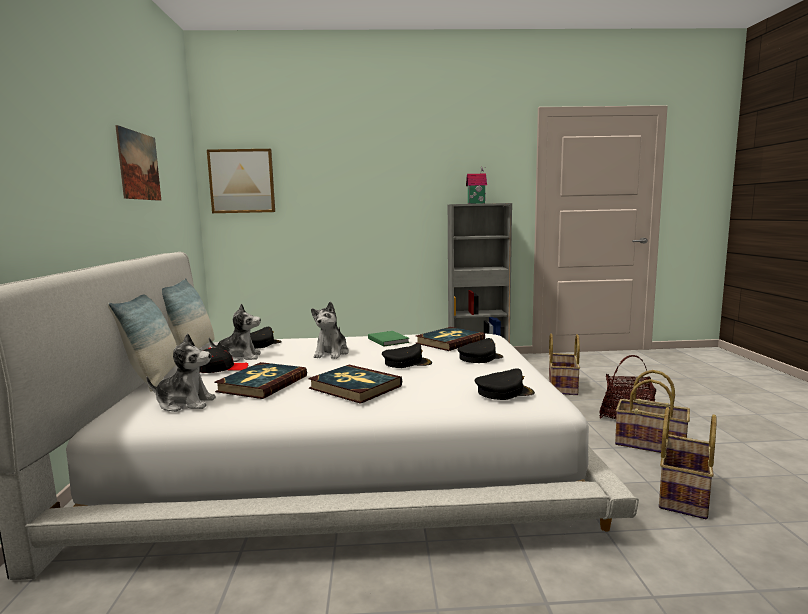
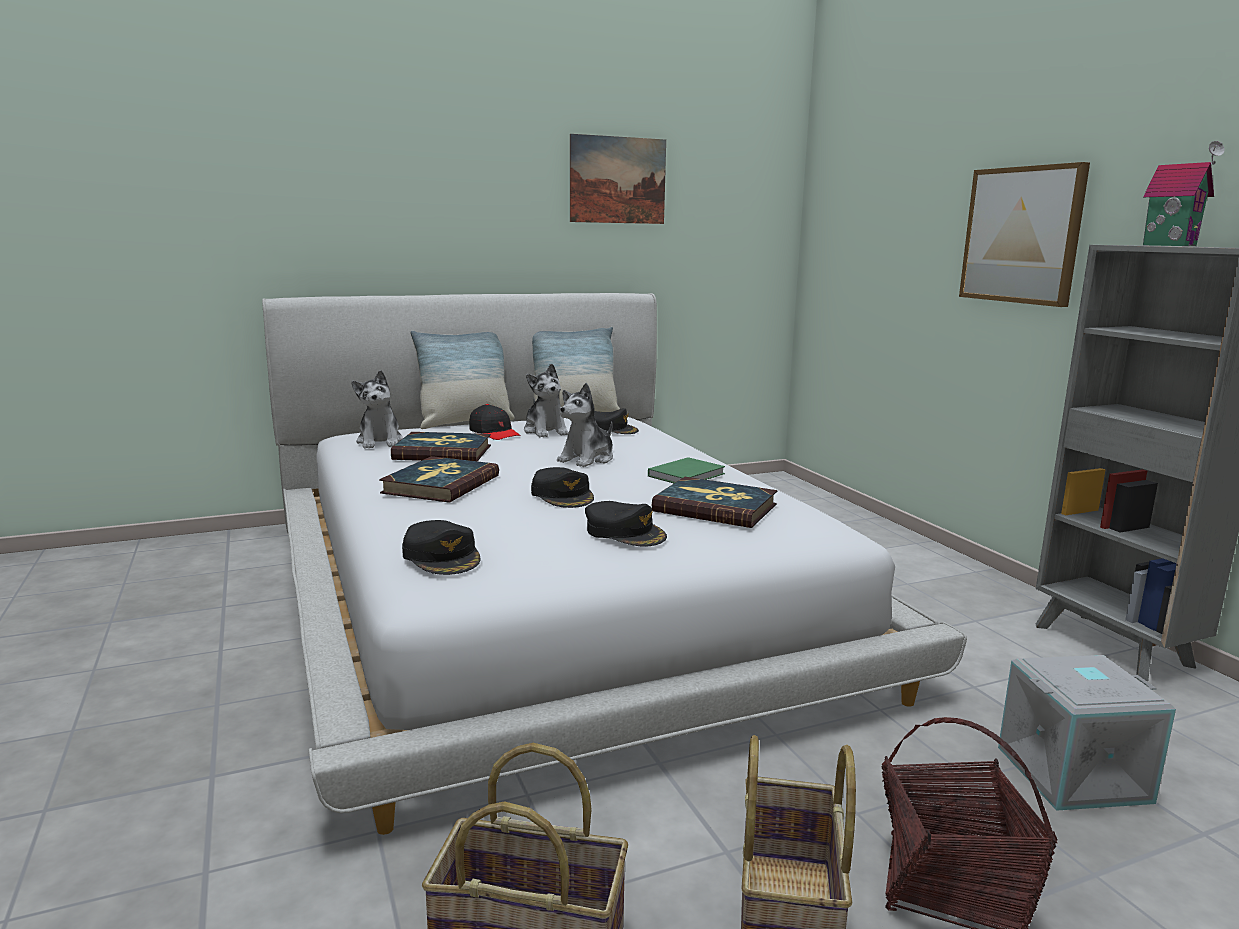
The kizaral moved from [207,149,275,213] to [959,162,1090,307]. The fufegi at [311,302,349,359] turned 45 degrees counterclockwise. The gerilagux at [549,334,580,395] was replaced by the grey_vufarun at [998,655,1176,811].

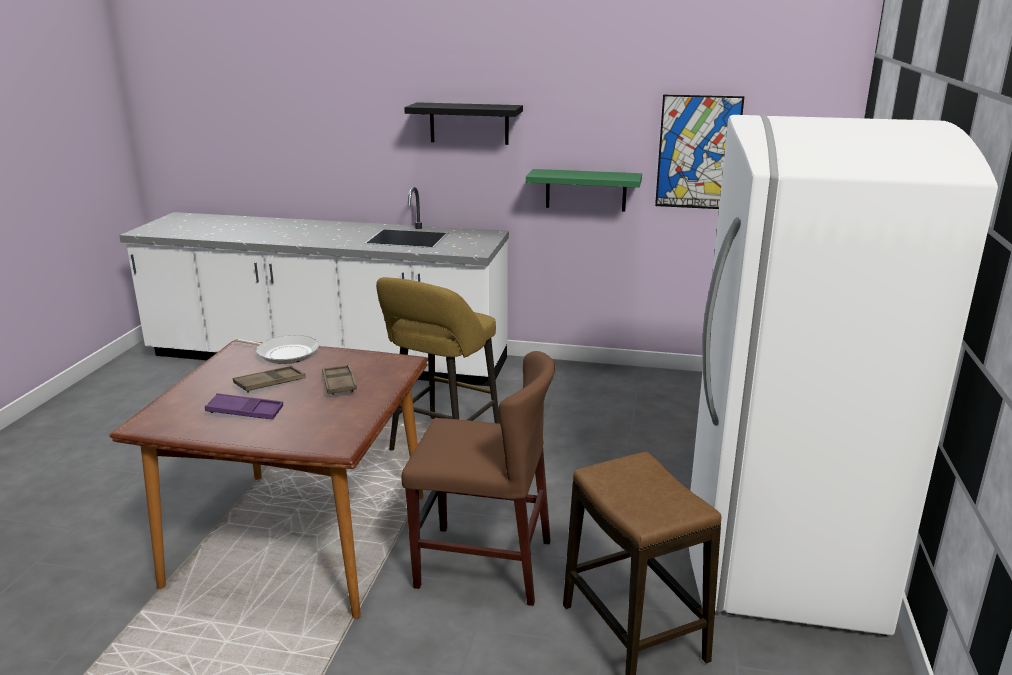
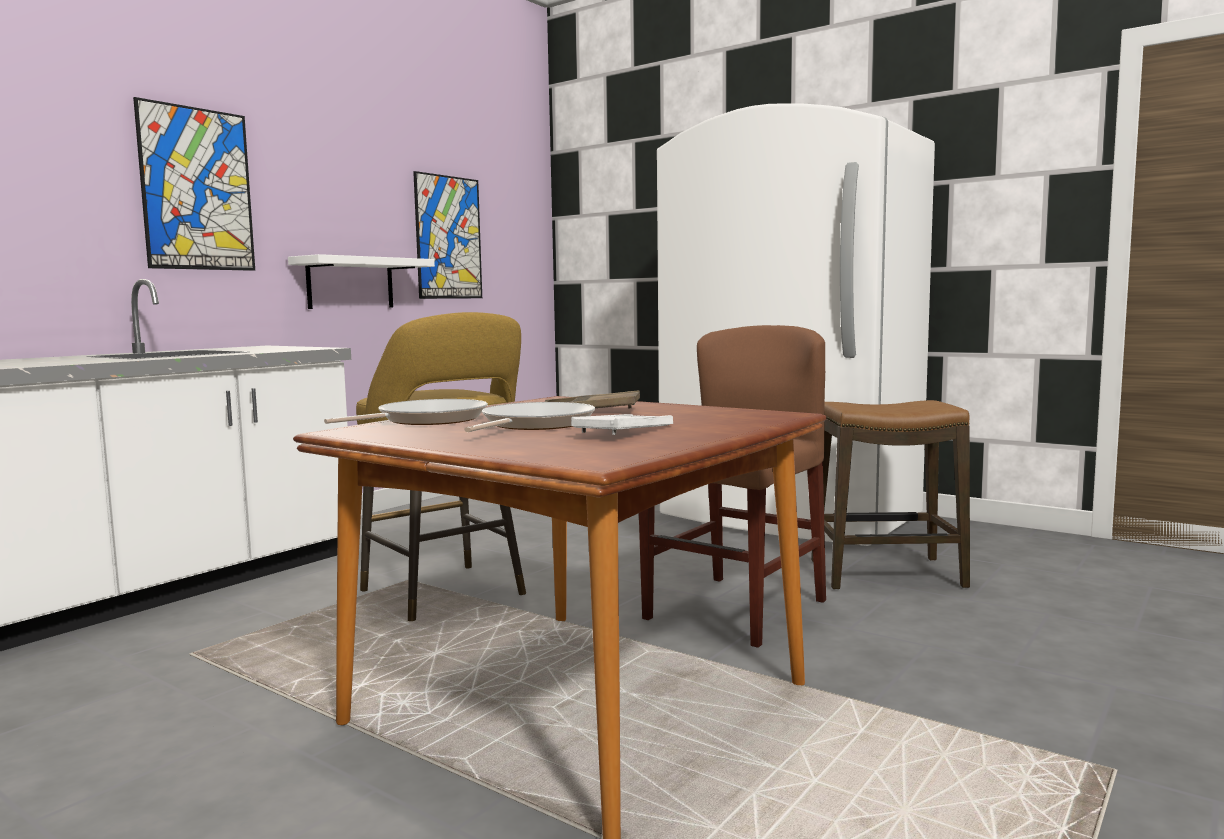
The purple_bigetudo at [205,393,283,420] became the white_bigetudo at [571,414,673,435]. The brown_bigetudo at [233,366,306,393] was replaced by the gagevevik at [464,402,595,432]. The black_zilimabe at [404,102,523,145] was replaced by the kizaral at [133,97,255,271]. The green_zilimabe at [526,169,642,211] became the white_zilimabe at [288,254,435,309].

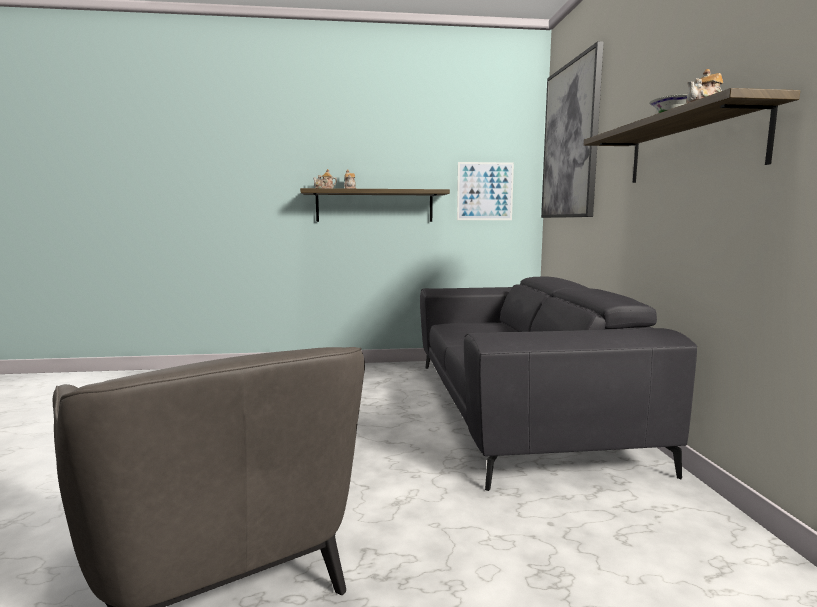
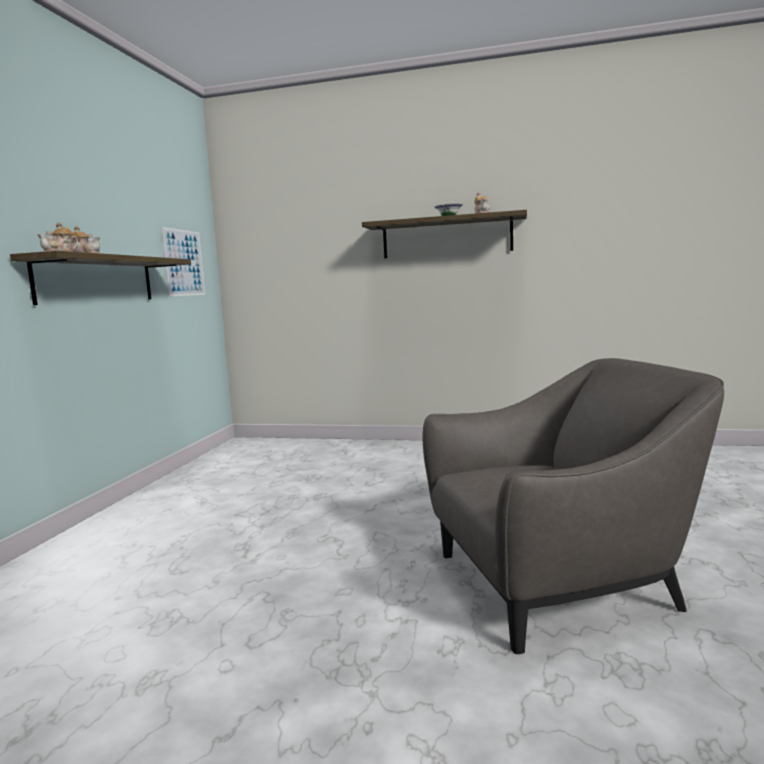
The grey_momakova at [420,276,697,491] disappeared. The kizaral at [541,41,604,218] disappeared.

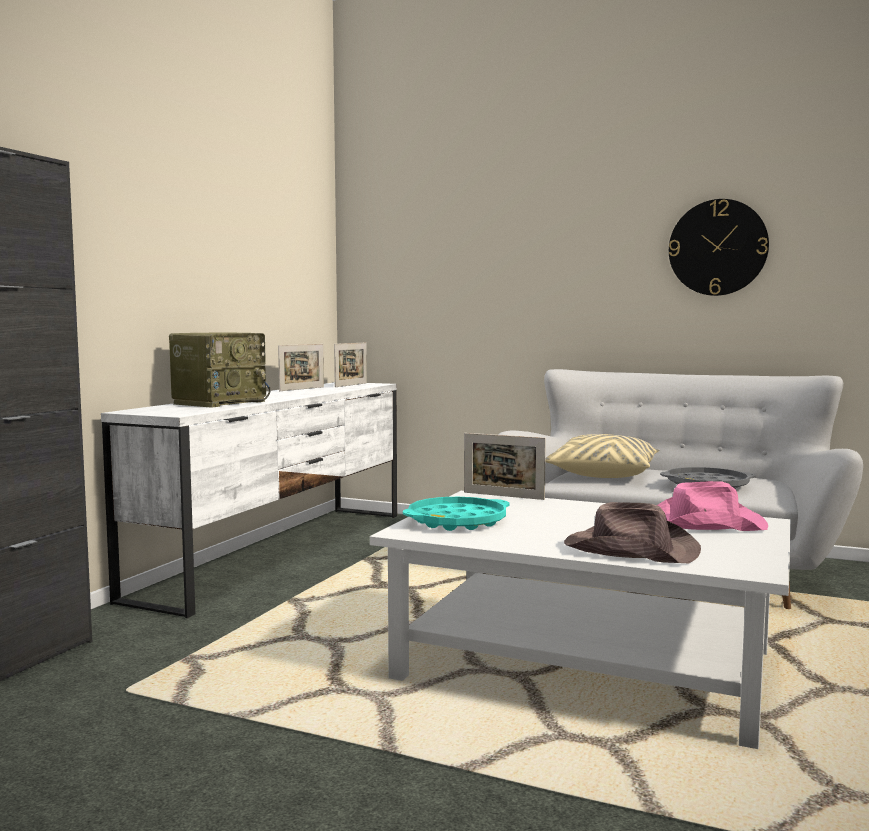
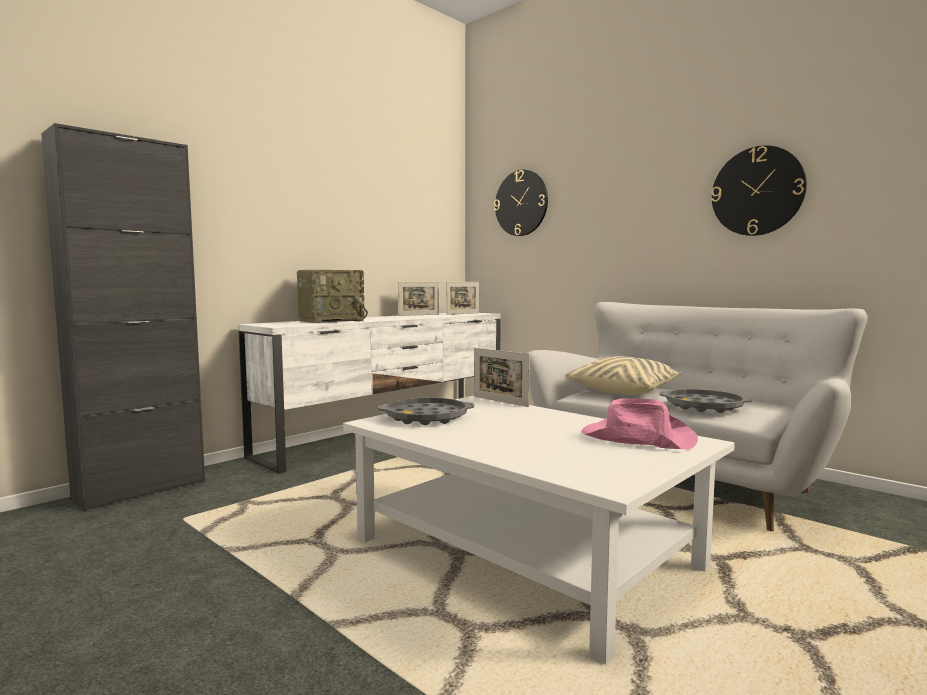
The turquoise_bigetudo at [403,497,510,531] became the grey_bigetudo at [378,398,474,425]. The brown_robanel at [564,502,701,563] disappeared. The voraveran at [494,170,548,236] appeared.

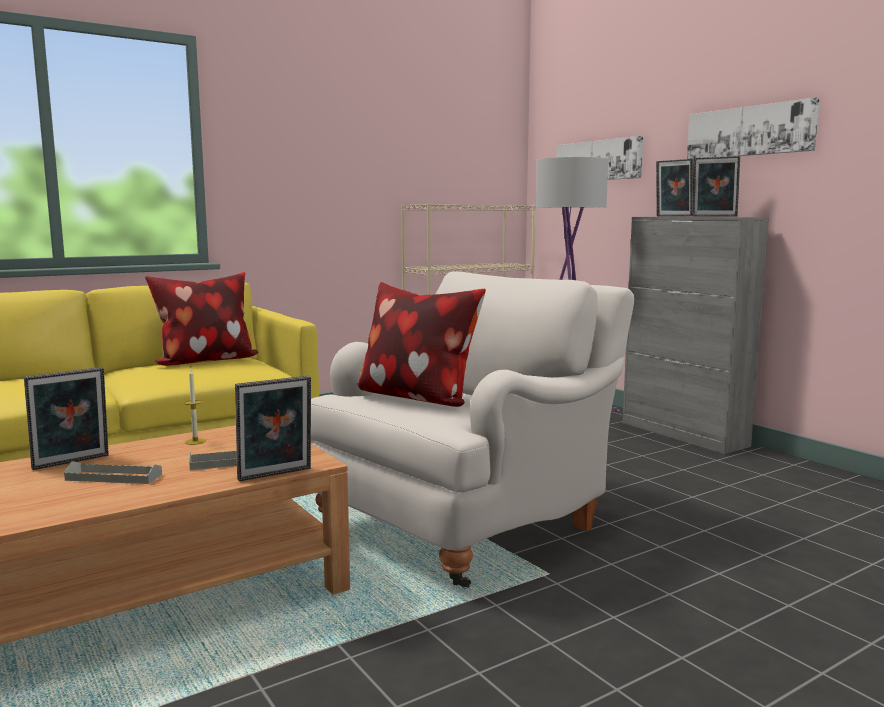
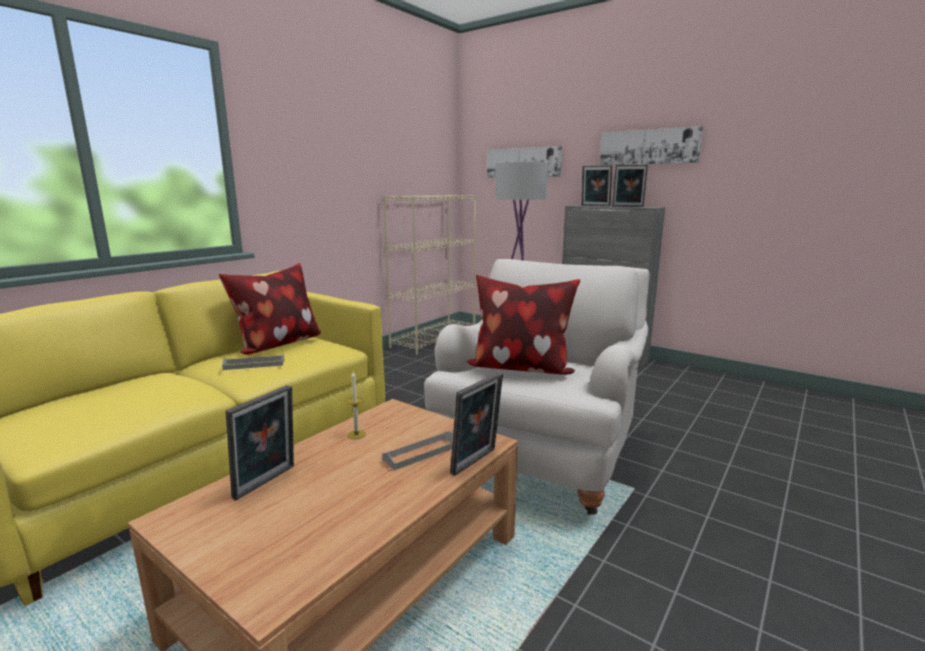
The grey_bigetudo moved from [64,461,162,484] to [222,354,284,370].

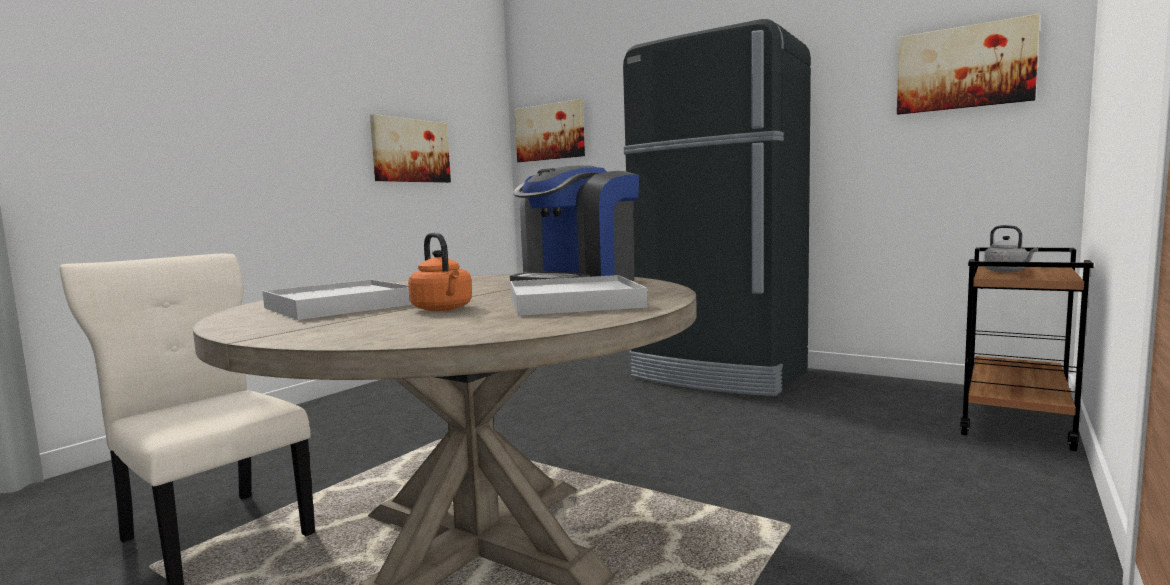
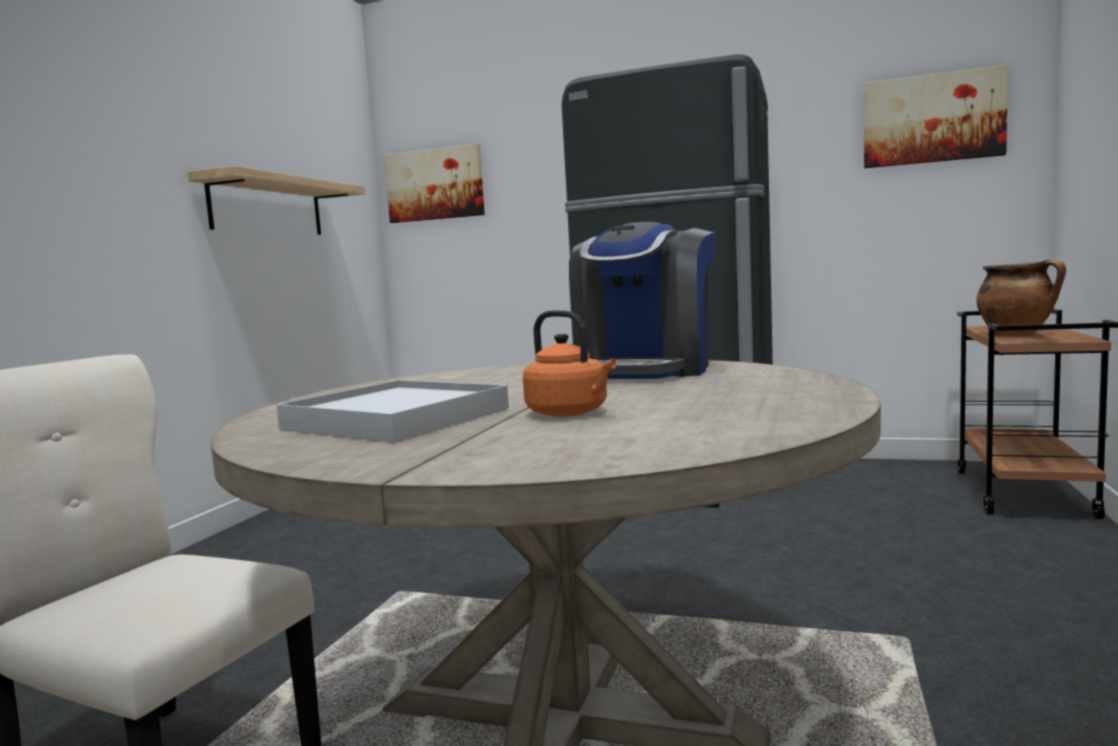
The kizaral at [370,114,451,183] was replaced by the zilimabe at [187,166,365,235]. The white_bigetudo at [510,275,647,316] disappeared. The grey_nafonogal at [984,225,1038,273] was replaced by the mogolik at [976,260,1066,337].

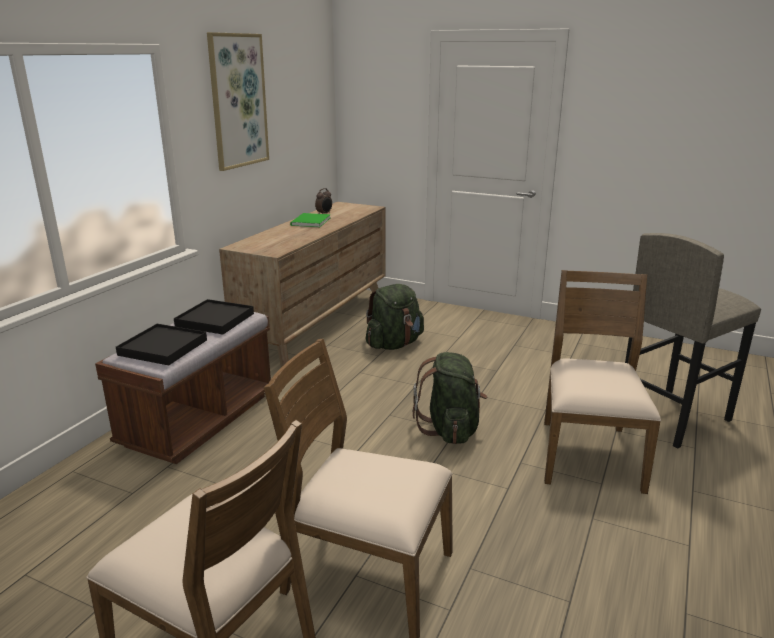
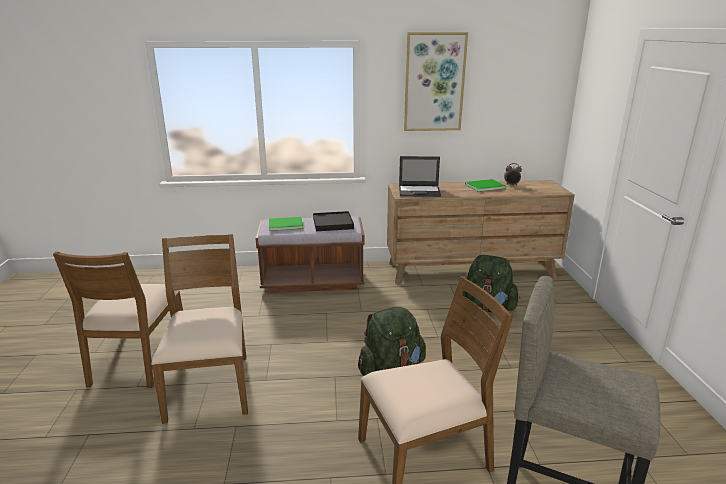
The black_bigetudo at [116,324,207,365] was replaced by the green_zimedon at [269,217,303,231]. The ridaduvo at [399,156,441,197] appeared.

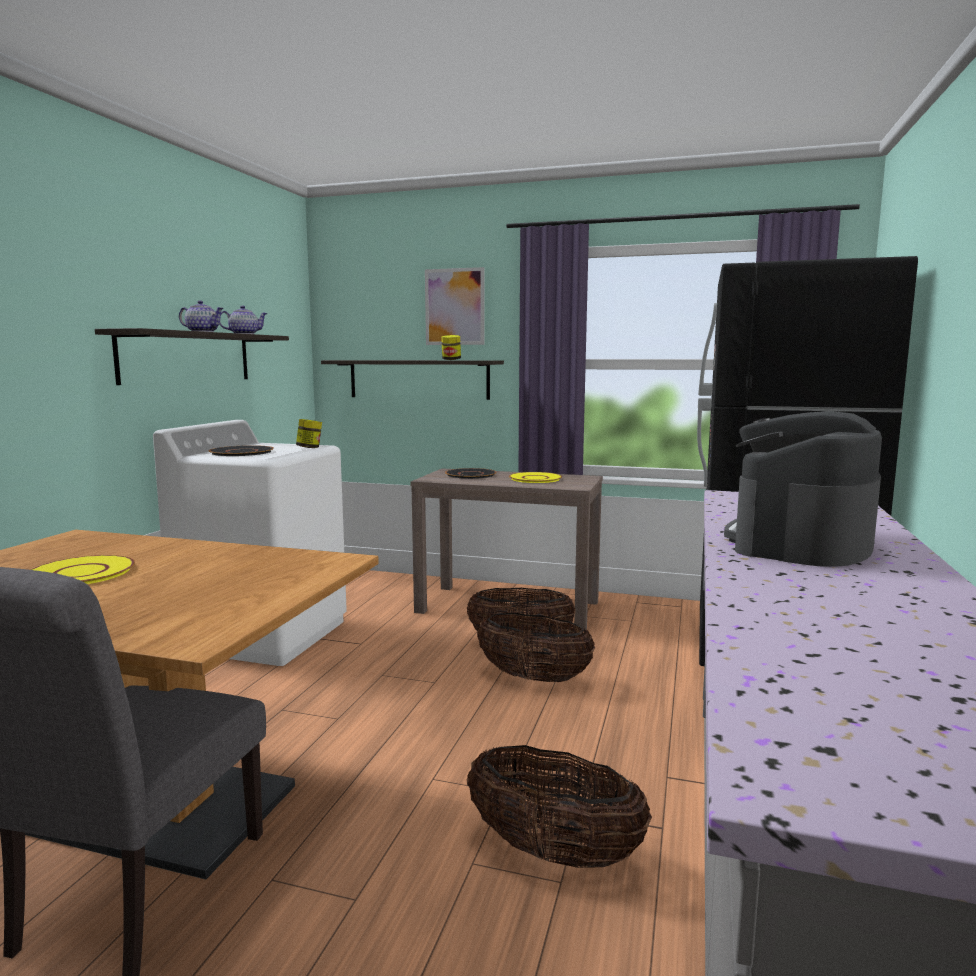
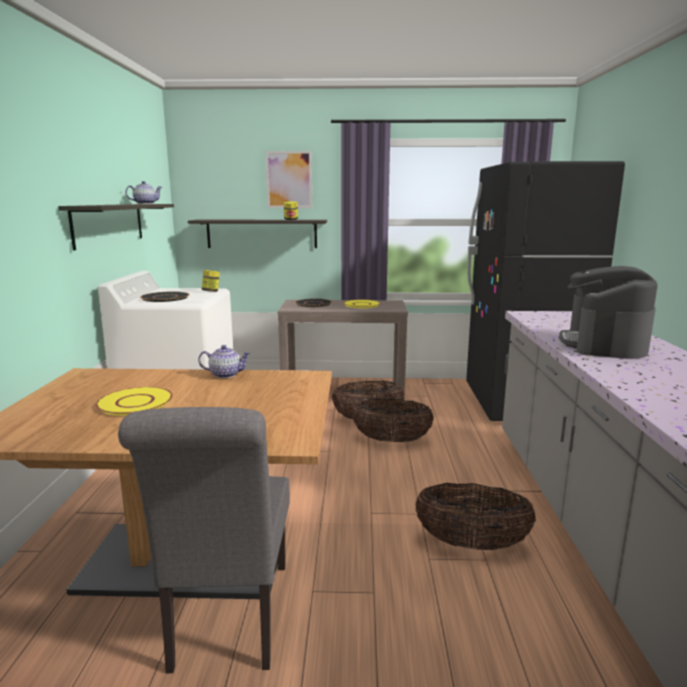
The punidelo moved from [179,301,224,332] to [198,345,251,378].

